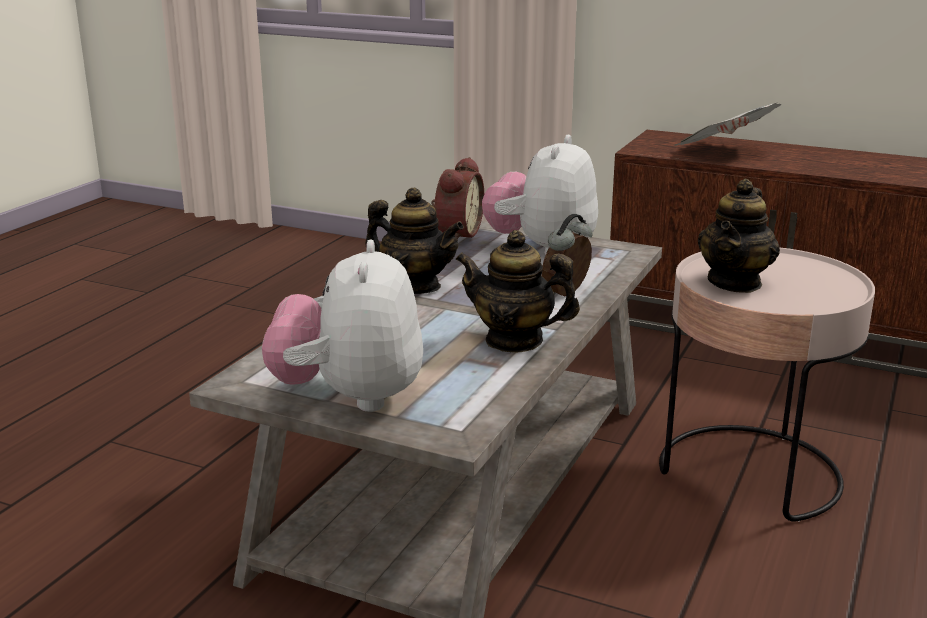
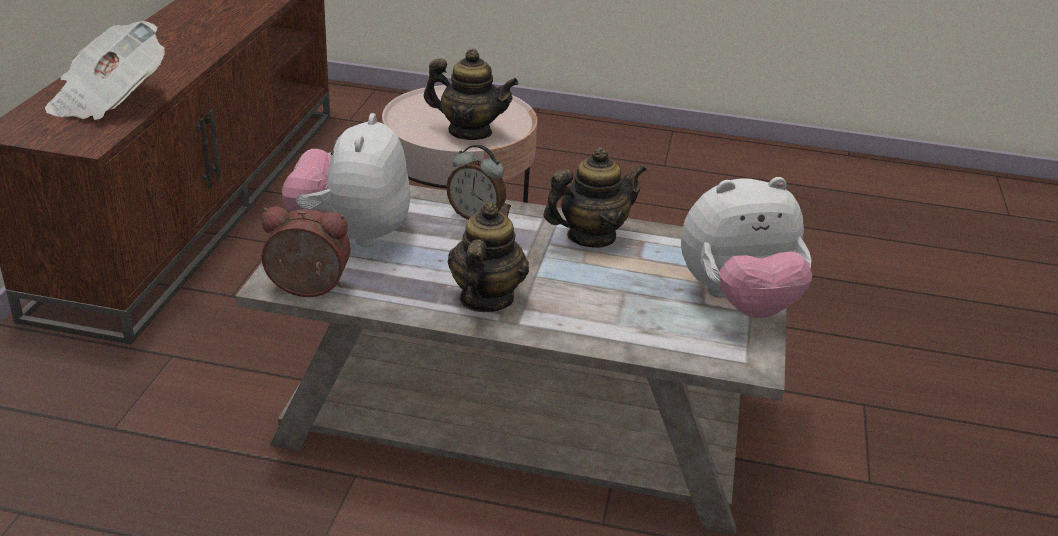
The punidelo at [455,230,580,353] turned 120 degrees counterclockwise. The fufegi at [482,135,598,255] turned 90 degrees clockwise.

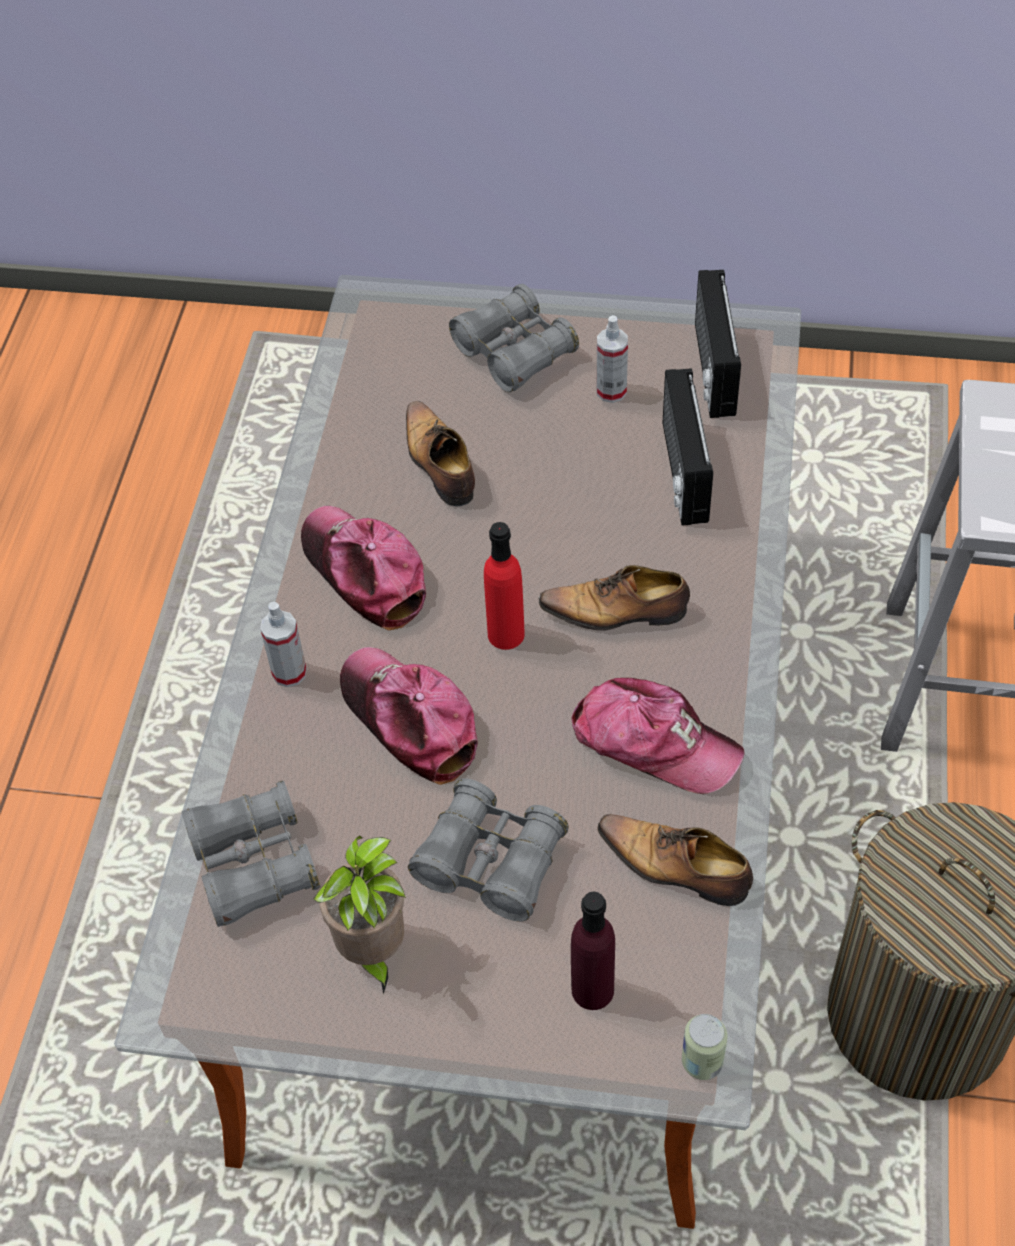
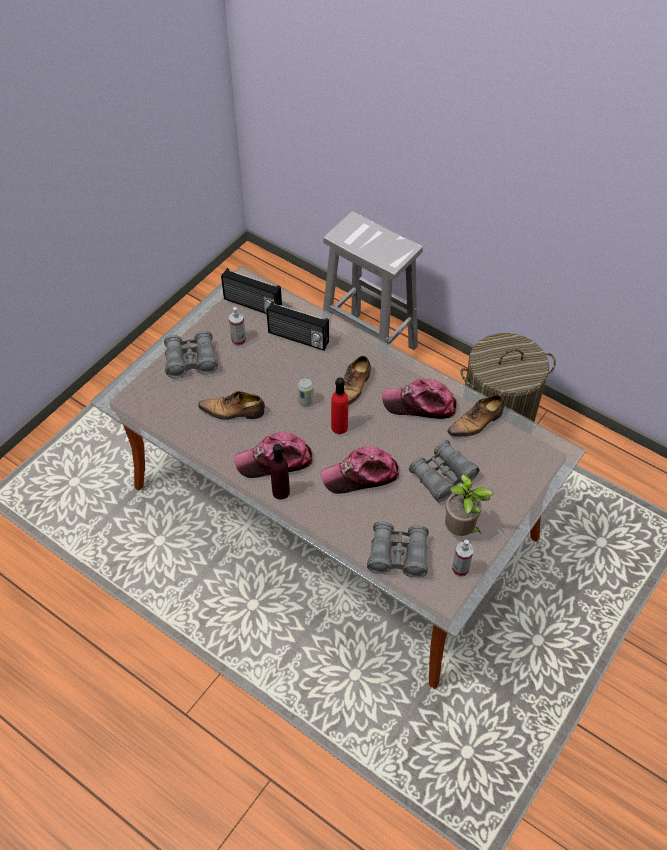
The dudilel moved from [260,602,307,687] to [452,540,474,577]. The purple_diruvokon moved from [571,892,615,1010] to [270,444,290,500]. The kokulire at [572,678,744,794] turned 135 degrees counterclockwise. The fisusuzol moved from [682,1014,728,1080] to [297,378,314,406].

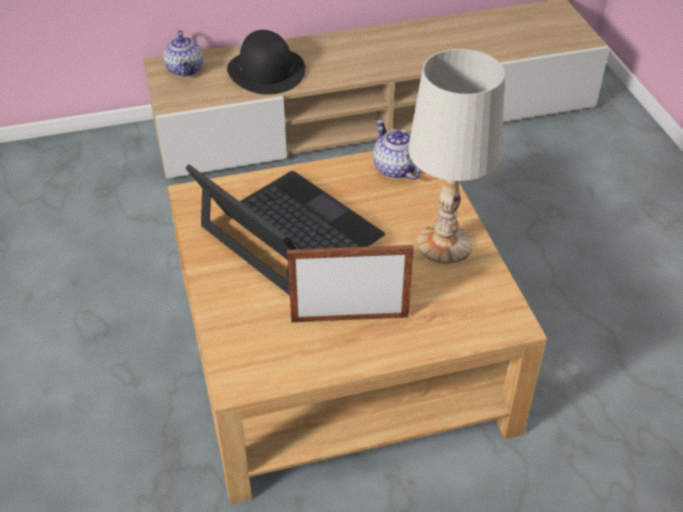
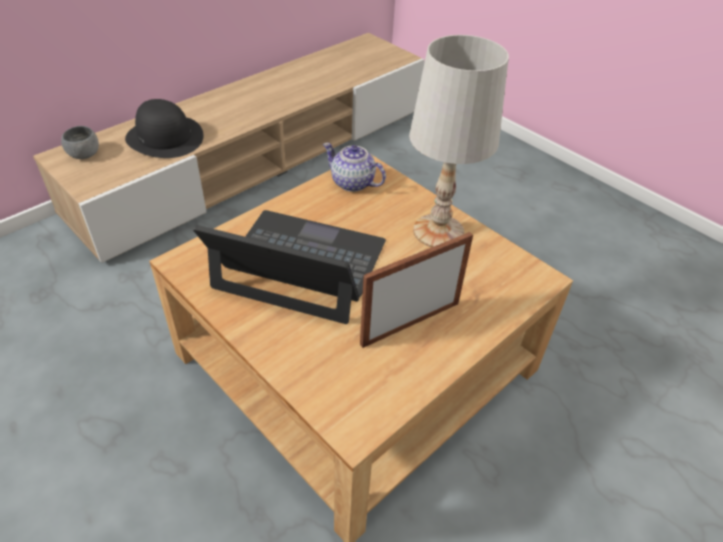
The punidelo at [163,30,203,77] was replaced by the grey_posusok at [61,126,99,159].

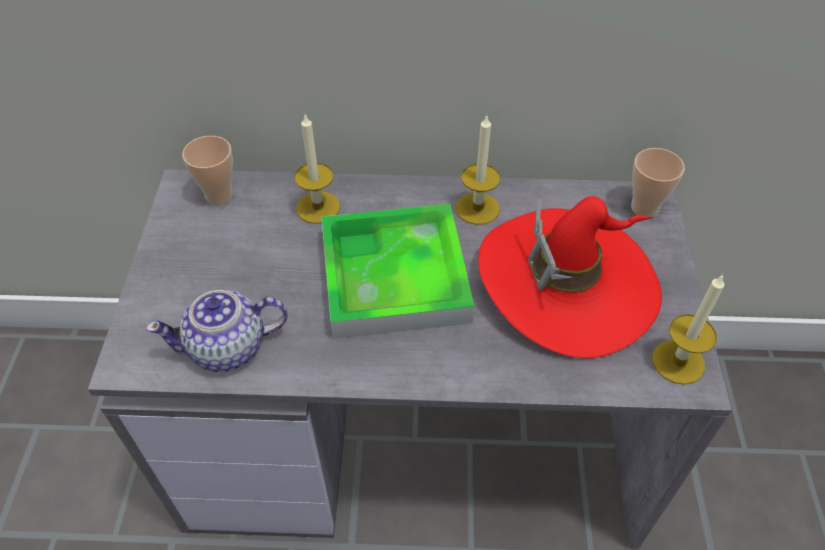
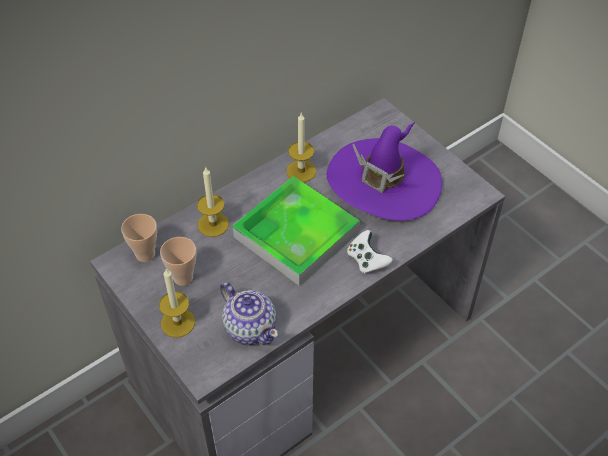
The punidelo at [145,290,288,372] turned 75 degrees counterclockwise. The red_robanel at [478,196,662,358] became the purple_robanel at [327,122,442,221]. The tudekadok moved from [631,148,685,217] to [160,237,196,286]. The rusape moved from [652,274,725,385] to [159,268,195,338]. The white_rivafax at [347,230,393,274] appeared.

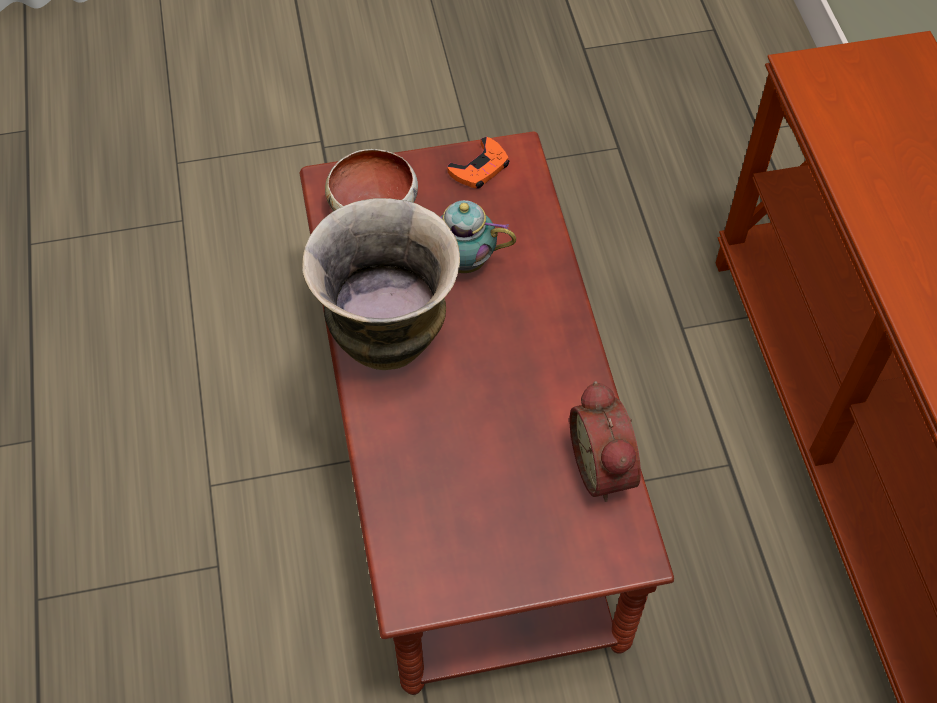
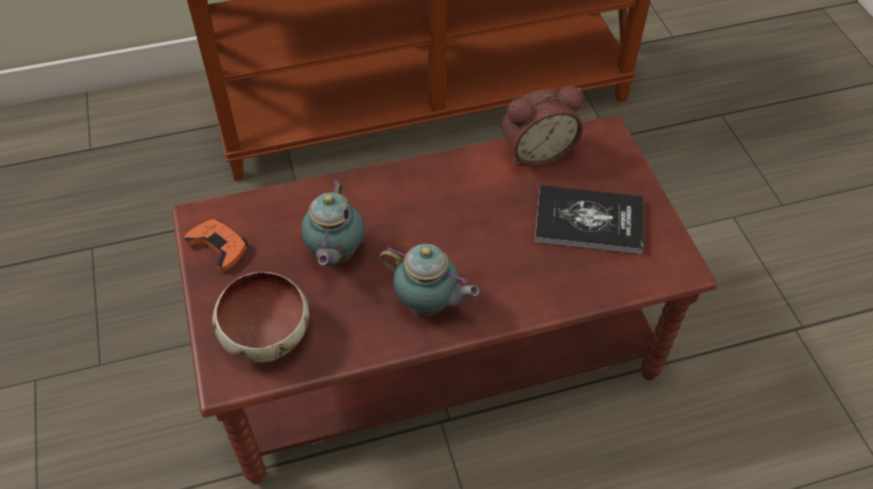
The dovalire at [302,198,460,370] was replaced by the punidelo at [379,244,480,316]. The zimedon at [535,185,644,254] appeared.

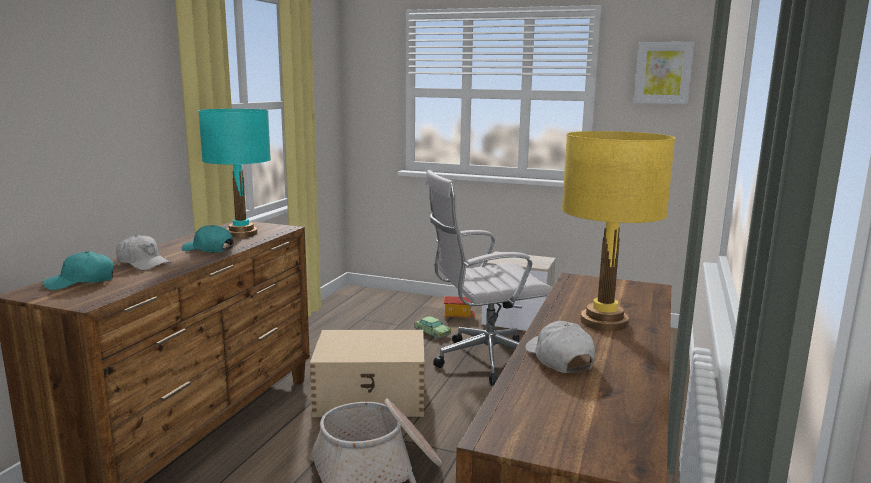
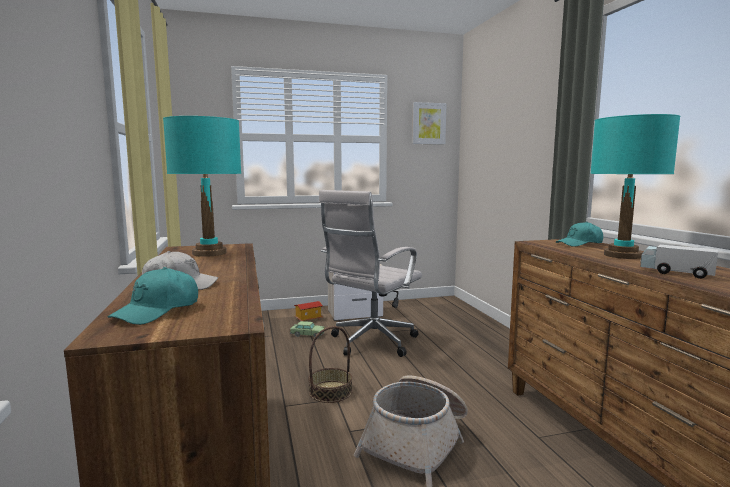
The turquoise_kokulire moved from [182,225,234,252] to [556,221,603,247]. The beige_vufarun at [310,330,425,417] was replaced by the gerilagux at [308,326,353,403]. The white_kokulire at [525,321,595,373] was replaced by the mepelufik at [640,244,718,279]. The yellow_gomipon at [562,131,675,331] became the turquoise_gomipon at [590,114,681,259].

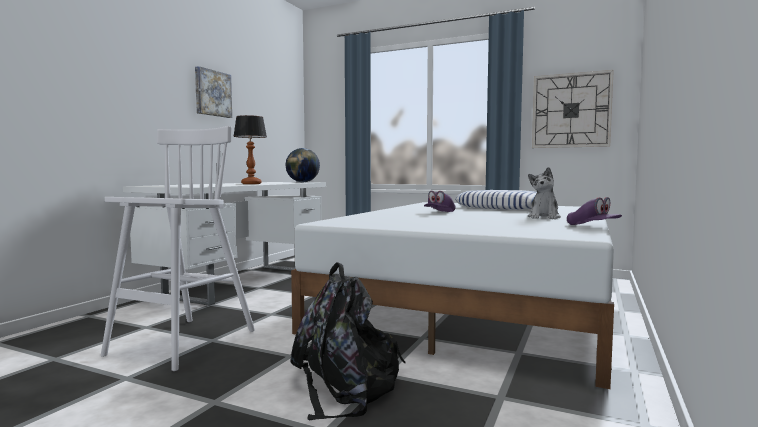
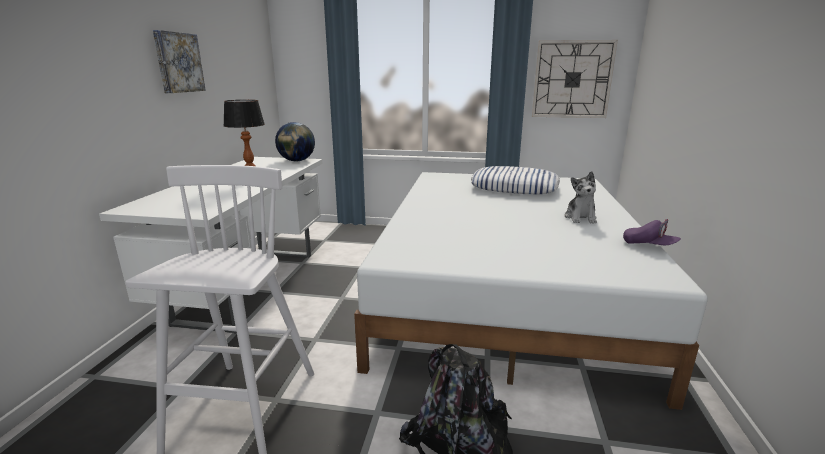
The purple_kokulire at [424,191,456,212] disappeared.

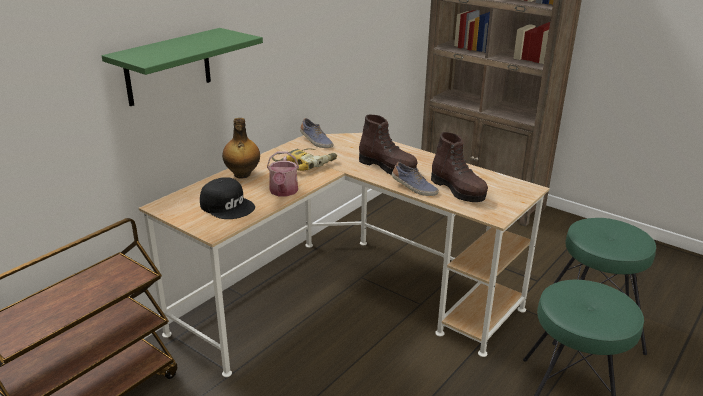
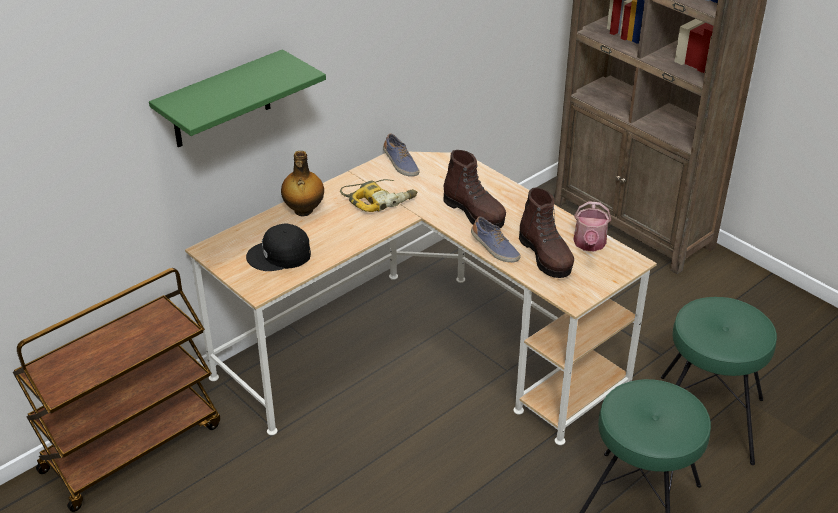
The black_kokulire at [200,177,255,219] turned 120 degrees clockwise. The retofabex moved from [267,151,299,196] to [573,201,611,251].

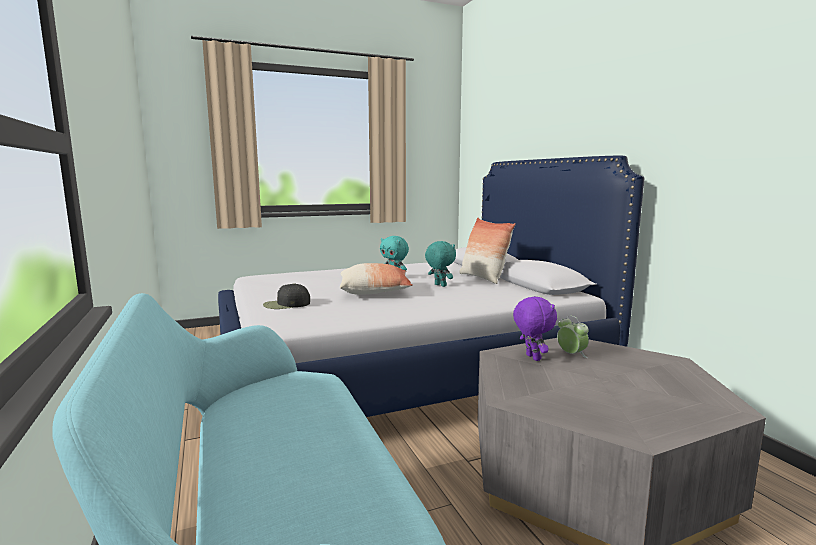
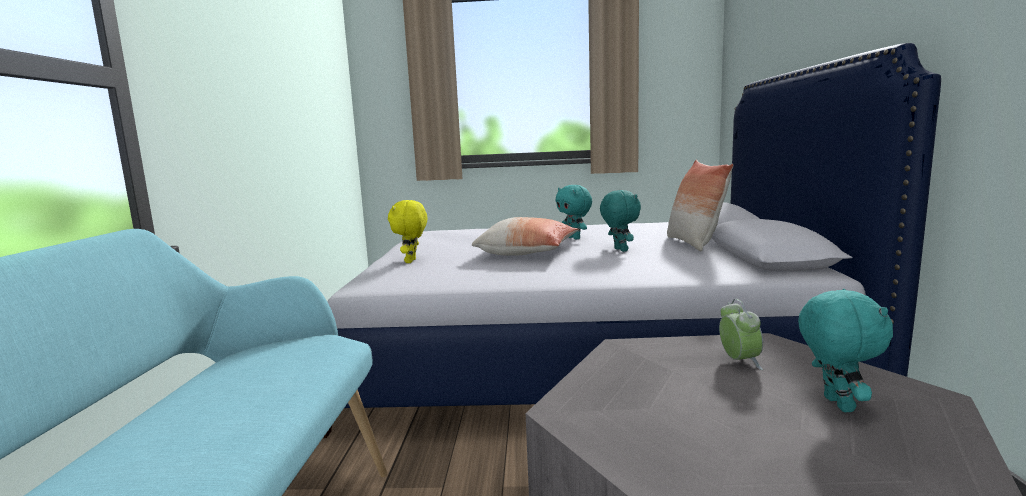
The black_kokulire at [263,283,310,309] was replaced by the yellow_fufegi at [388,200,427,263]. The purple_fufegi at [513,296,557,361] disappeared. The turquoise_fufegi at [798,289,893,412] appeared.

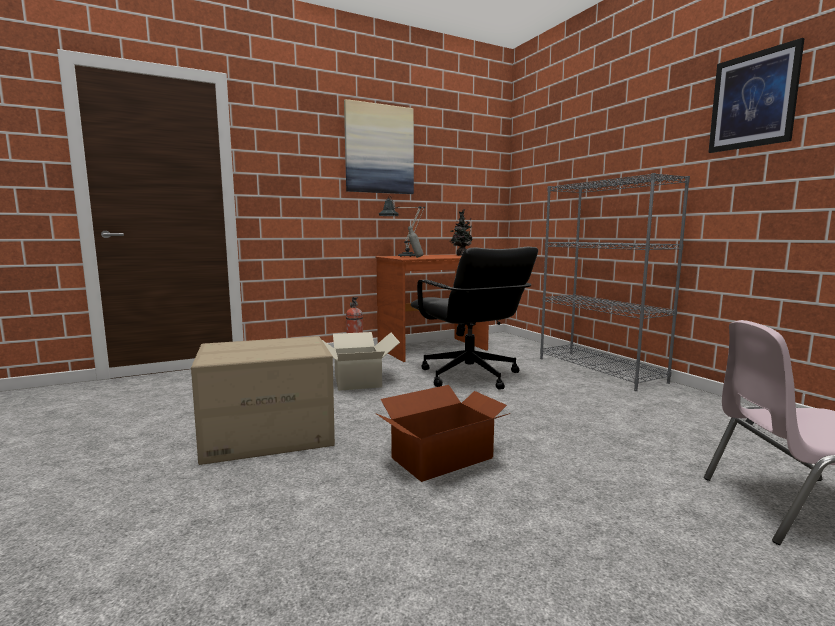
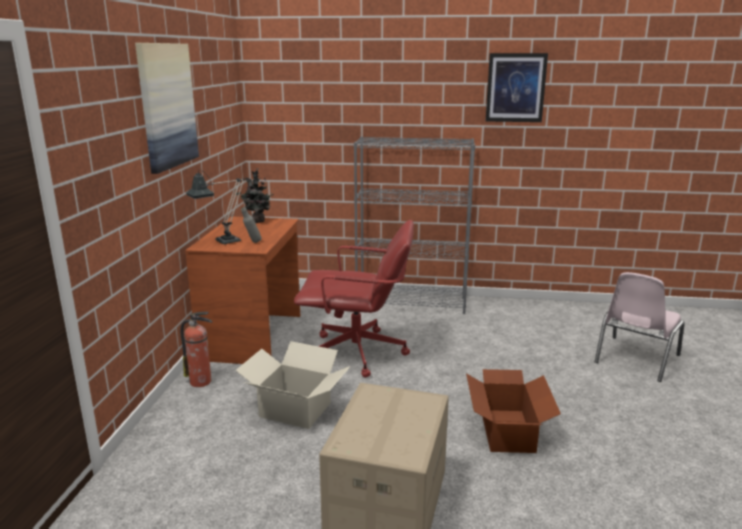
The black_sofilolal at [411,247,538,390] became the red_sofilolal at [294,220,414,377].

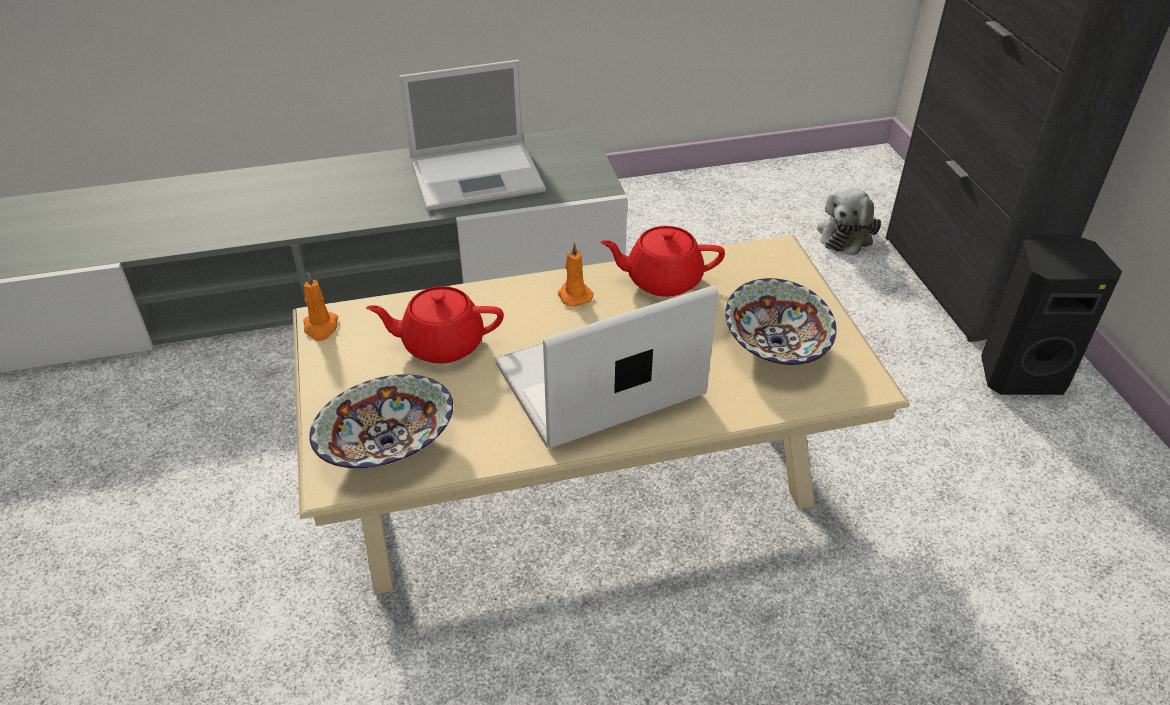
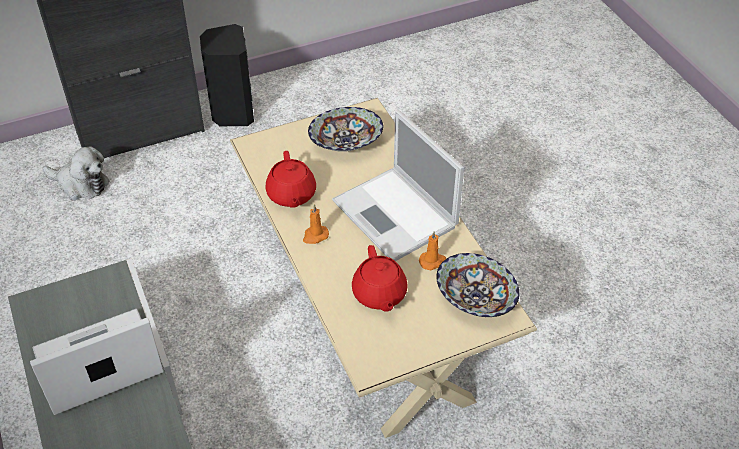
The orange_rusape moved from [303,272,338,341] to [419,231,446,270]. The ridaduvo at [399,60,546,211] turned 90 degrees counterclockwise.

